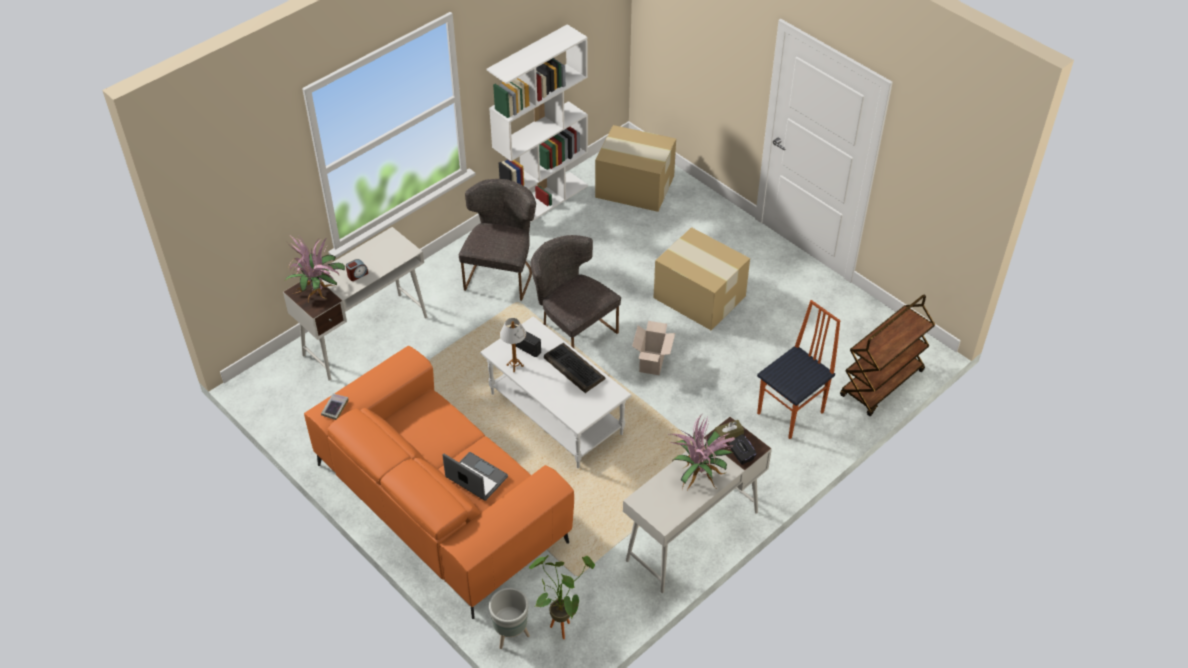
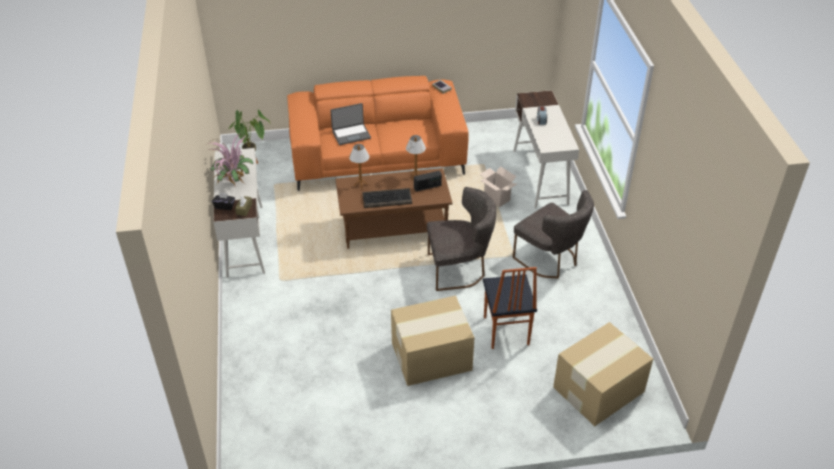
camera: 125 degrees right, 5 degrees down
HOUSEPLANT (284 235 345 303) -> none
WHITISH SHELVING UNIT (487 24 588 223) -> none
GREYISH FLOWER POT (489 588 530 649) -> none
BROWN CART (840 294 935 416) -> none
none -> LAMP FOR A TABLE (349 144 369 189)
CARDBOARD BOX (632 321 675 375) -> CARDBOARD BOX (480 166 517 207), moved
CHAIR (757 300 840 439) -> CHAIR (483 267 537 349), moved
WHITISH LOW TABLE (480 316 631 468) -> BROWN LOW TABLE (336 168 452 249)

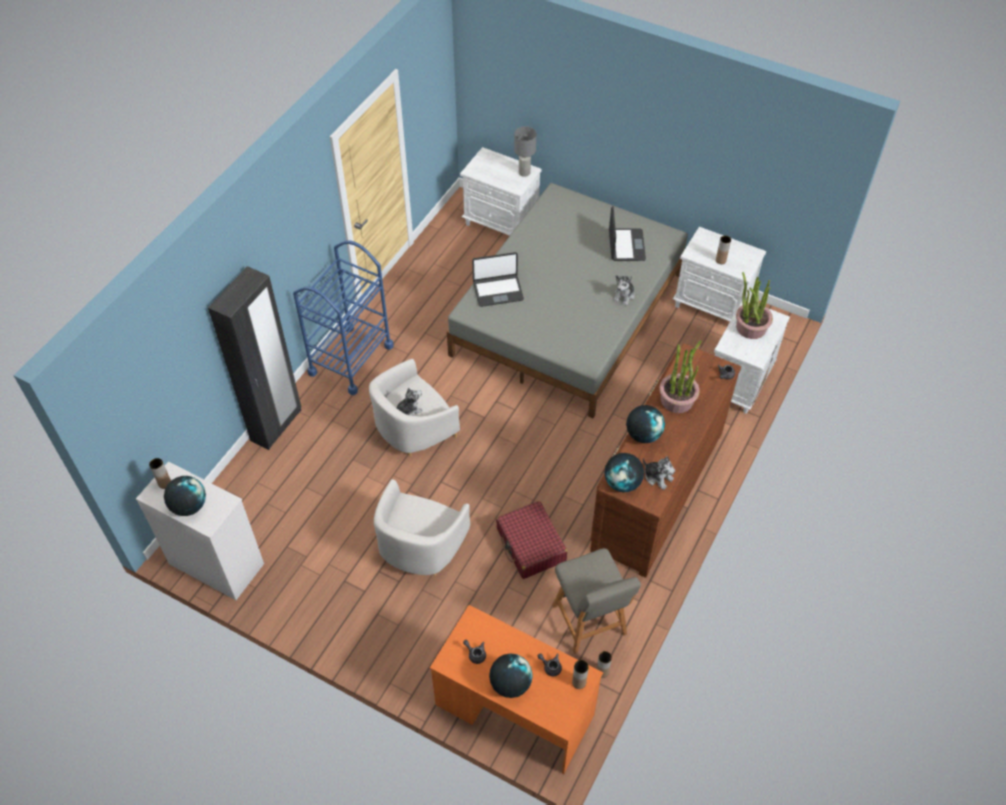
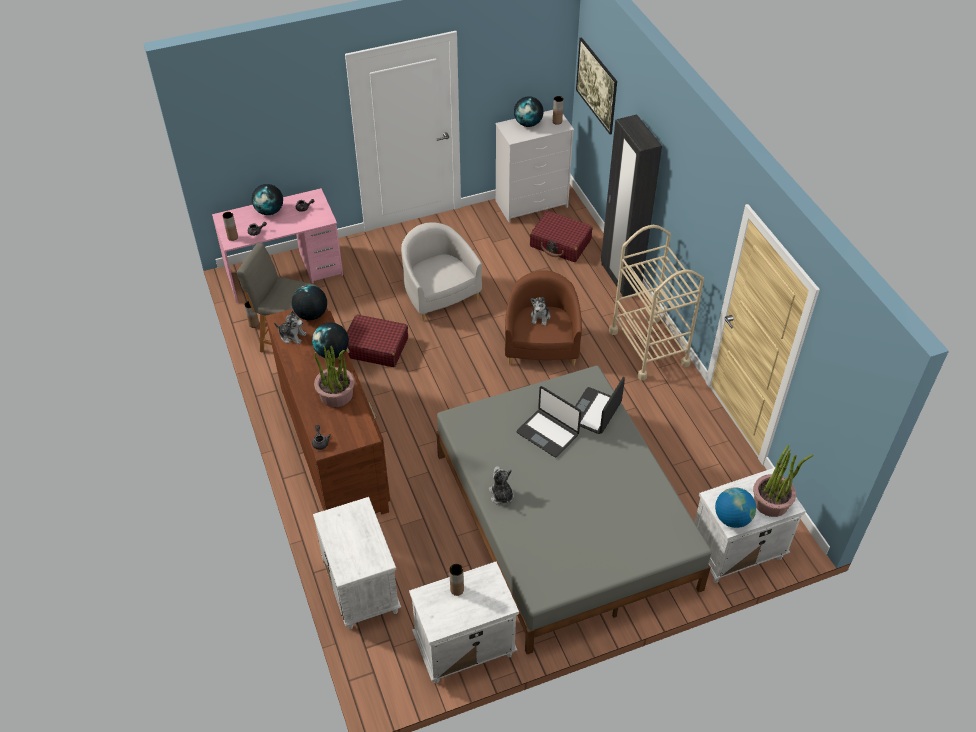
camera: 130 degrees right, 5 degrees down
none -> REDDISH TRAVEL CASE (530 211 593 262)
none -> WALL PICTURE (576 37 617 134)
PORTABLE COMPUTER (609 206 646 261) -> PORTABLE COMPUTER (516 386 581 457), moved
HOUSEPLANT (736 272 773 339) -> HOUSEPLANT (753 445 813 517), moved
GREYISH LAMP FOR A TABLE (514 126 536 177) -> WORLD GLOBE (715 487 756 528)
BLUISH CART (293 241 394 395) -> BEIGE-COLOURED CART (609 225 704 380)
WHITISH LOUNGE CHAIR (369 359 460 456) -> BROWN LOUNGE CHAIR (505 270 582 366)
ORANGE DESK TABLE (430 605 603 774) -> PINKISH DESK TABLE (212 188 343 303)
SOFT TOY (643 456 675 490) -> SOFT TOY (274 311 307 344), 150 degrees counterclockwise

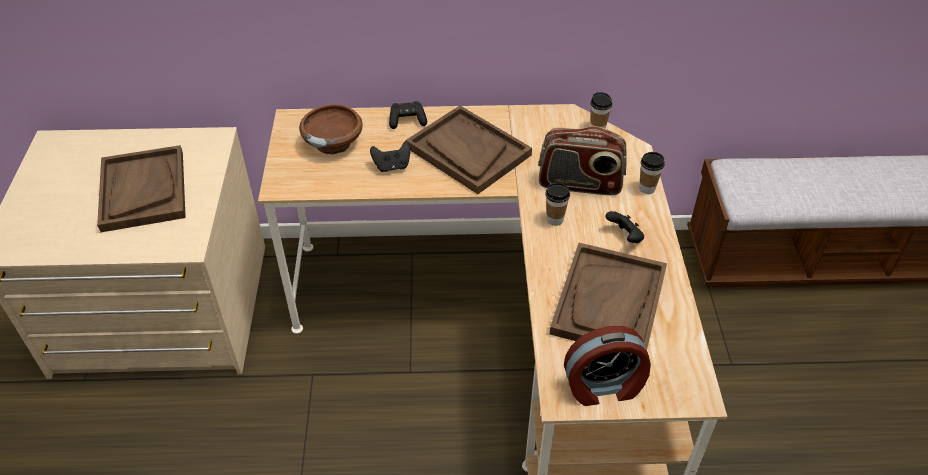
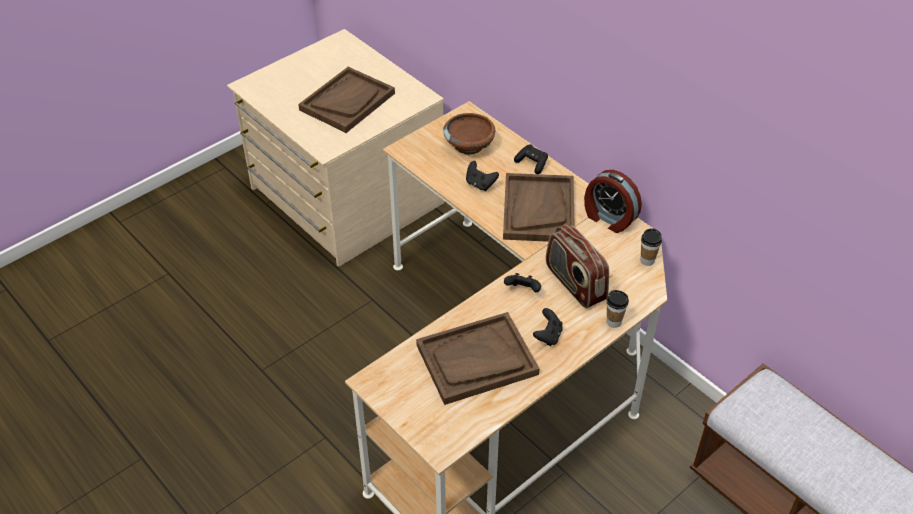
camera: 50 degrees right, 0 degrees up
BEDSIDE CLOCK (564 326 651 406) -> BEDSIDE CLOCK (584 170 642 233), moved
DRINKING CUP (546 182 570 226) -> BLACKISH GAME CONTROLLER (504 273 541 292)

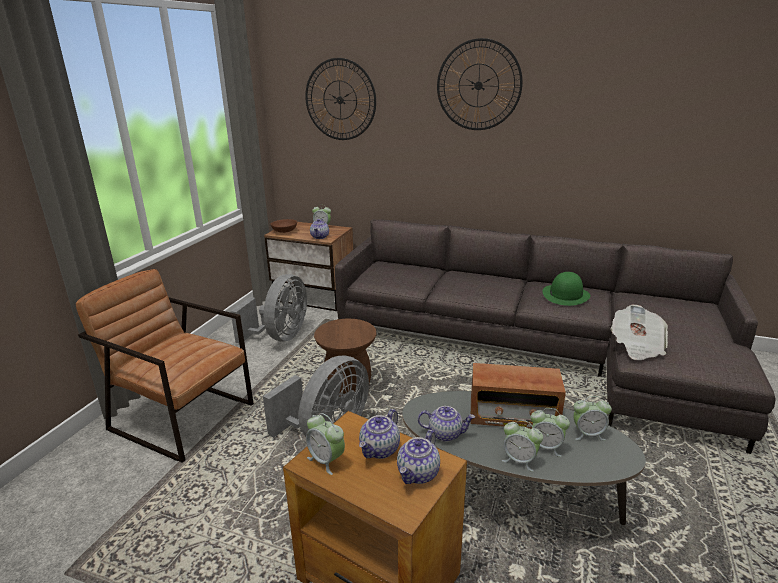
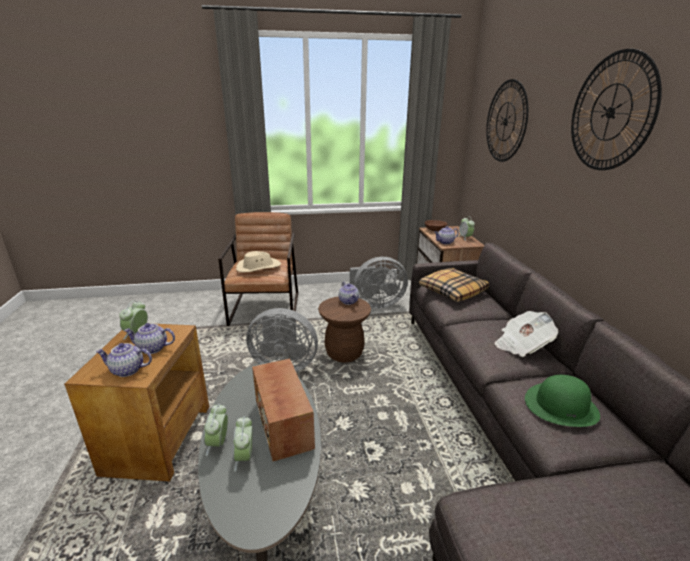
camera: 60 degrees right, 0 degrees up
BEDSIDE CLOCK (573 396 612 441) -> none
none -> BEIGE-COLOURED CLOTHING HAT (236 251 281 272)
none -> PILLOW (419 268 489 302)
TEA POT (418 406 475 442) -> TEA POT (339 282 359 305), moved
PRINTED PAPER (611 305 668 360) -> PRINTED PAPER (494 311 558 357), moved

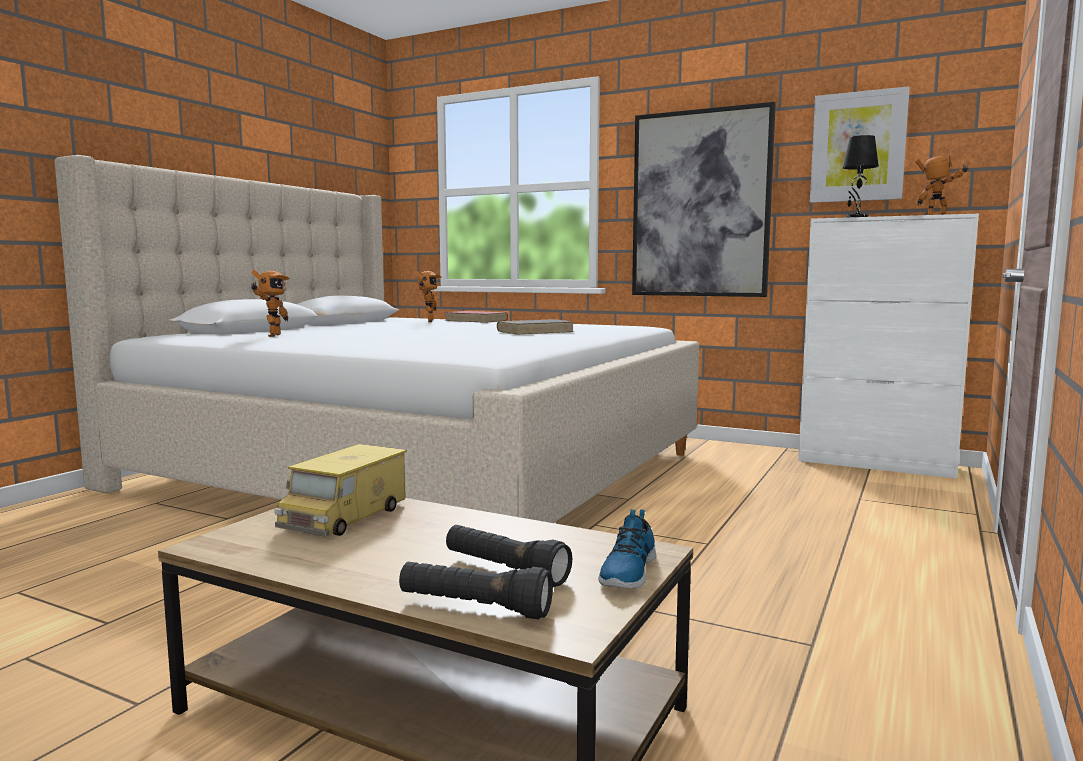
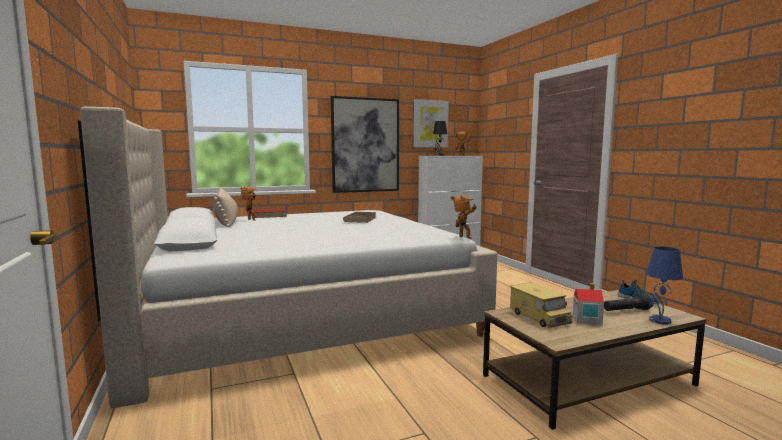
camera: 50 degrees left, 0 degrees up
none -> BEIGE-COLOURED PILLOW (213 188 238 227)
none -> MODEL HOUSE (573 283 604 325)
TOY ROBOT (251 269 290 337) -> TOY ROBOT (451 196 476 239), moved
BLACKISH FLASHLIGHT (399 562 553 620) -> BLUISH LAMP FOR A TABLE (646 247 683 325)

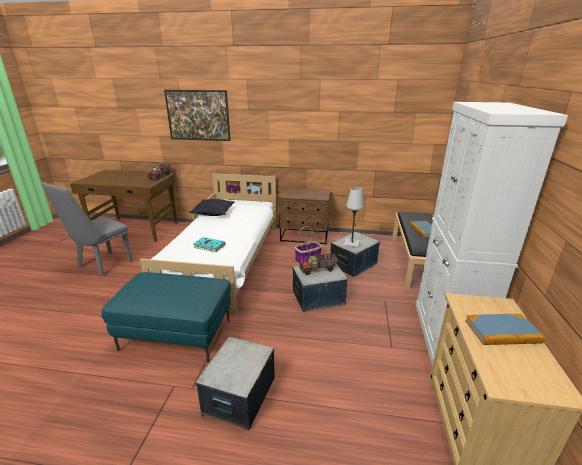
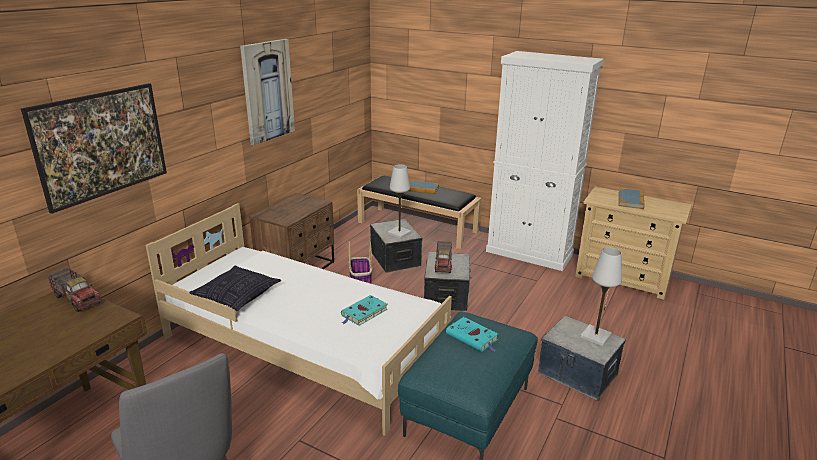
camera: 70 degrees left, 0 degrees up
none -> WALL PICTURE (240 39 295 145)
none -> TURQUOISE BOUND BOOK (446 317 498 352)
none -> WHITISH LAMP FOR A TABLE (580 247 622 346)

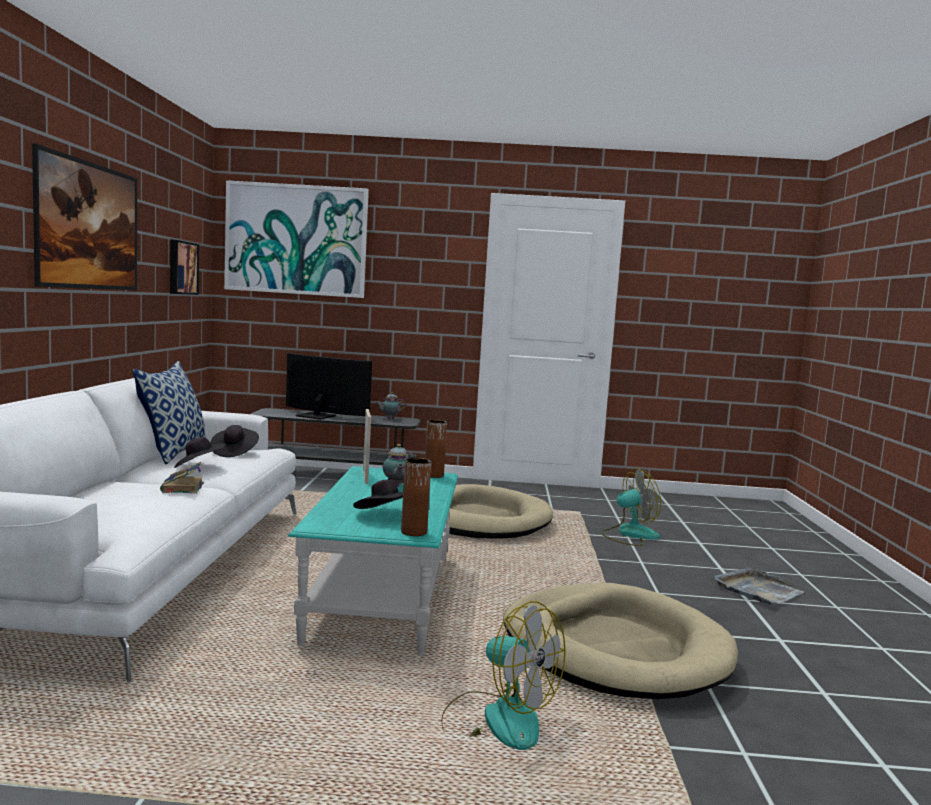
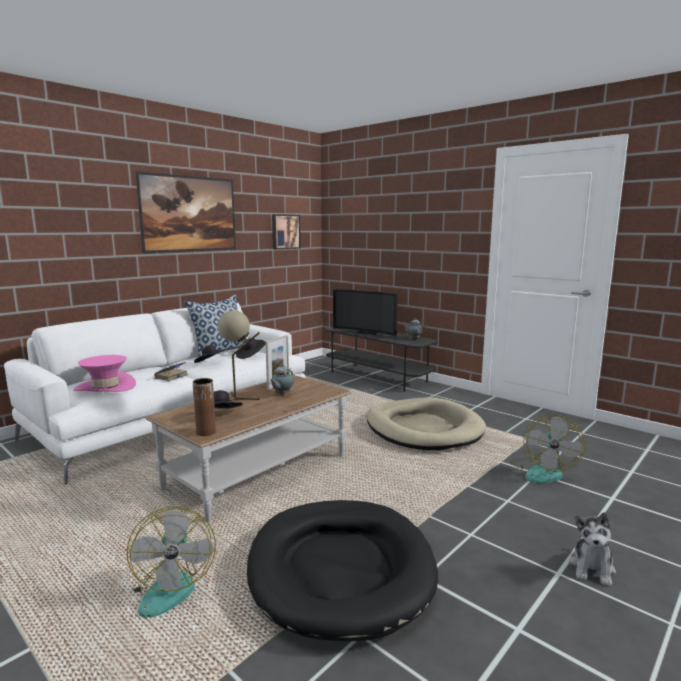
camera: 40 degrees right, 5 degrees up
WALL PICTURE (224 180 369 298) -> none
BROWN VASE (425 420 447 478) -> none
none -> PINKISH CLOTHING HAT (73 355 136 392)
none -> BEIGE-COLOURED LAMP FOR A TABLE (218 310 260 401)
GREYISH TRAY (714 568 804 605) -> SOFT TOY (569 512 616 586)
TURQUOISE LOW TABLE (288 466 458 655) -> BROWN LOW TABLE (146 375 352 522)
BEIGE-COLOURED DOG BED (503 583 738 699) -> BLACKISH DOG BED (247 500 438 642)
TV (286 353 372 420) -> TV (333 289 398 336), 150 degrees clockwise
FAN (601 468 661 546) -> FAN (510 415 585 483), 90 degrees clockwise

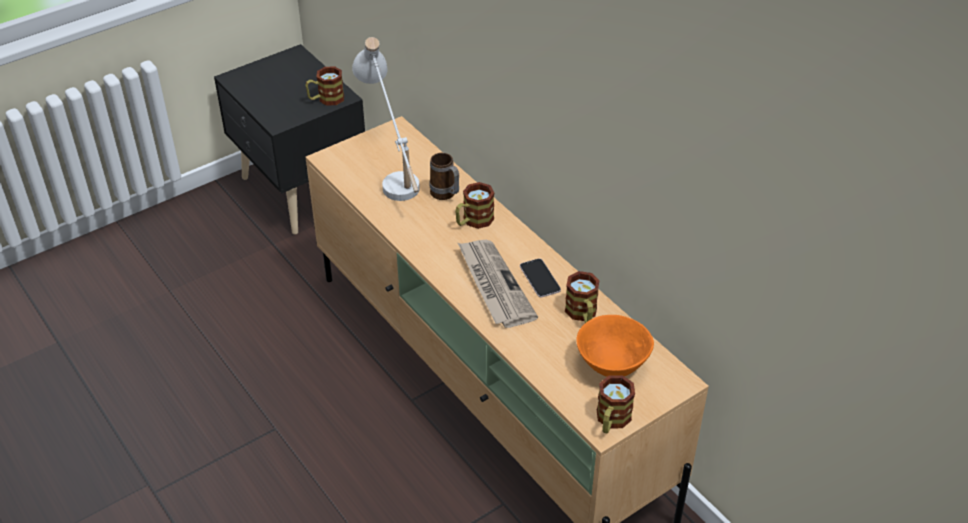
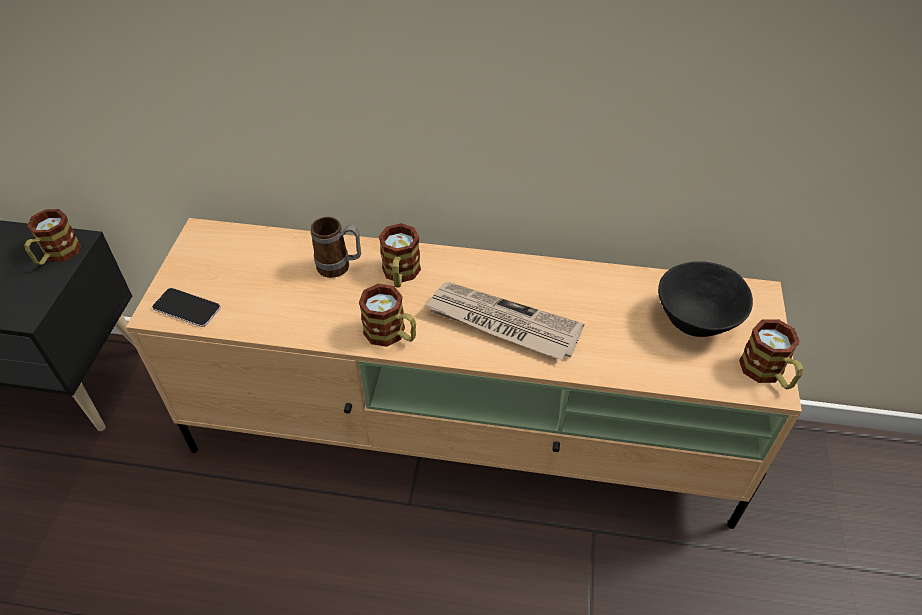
camera: 45 degrees left, 5 degrees up
WHITISH LAMP FOR A TABLE (352 37 420 201) -> none
TELEPHONE (520 258 561 297) -> TELEPHONE (152 288 221 327), moved
TEA MUG (565 271 600 323) -> TEA MUG (359 284 416 347), moved
ORANGE BOWL (576 315 654 377) -> BLACKISH BOWL (658 261 753 337)

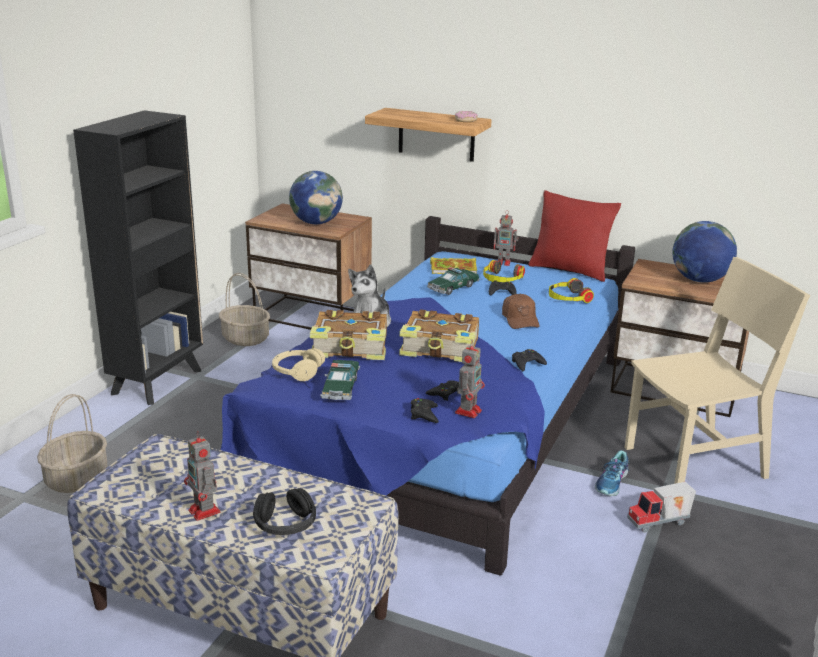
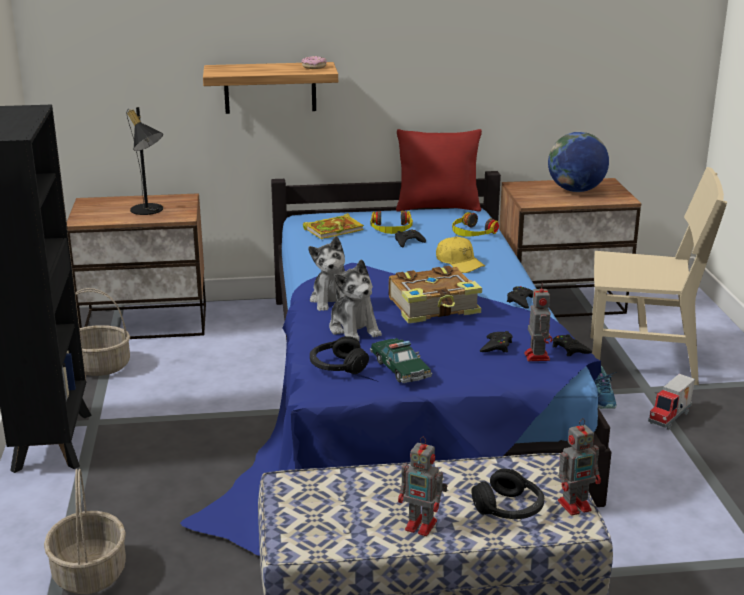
camera: 30 degrees left, 0 degrees up
MINIATURE CAR (427 267 480 295) -> none
BLACKISH GAME CONTROLLER (411 398 439 423) -> BLACKISH GAME CONTROLLER (552 335 592 356), moved
TOY ROBOT (493 210 519 266) -> TOY ROBOT (558 418 601 516), moved
WORLD GLOBE (289 171 343 224) -> BLACKISH LAMP FOR A TABLE (127 107 163 215)
BOUND BOOK (310 310 387 360) -> SOFT TOY (329 259 382 341)
BEIGE-COLOURED HEADSET (272 348 325 381) -> BLACKISH HEADSET (310 336 369 374)
BROWN BASEBALL CAP (502 294 540 329) -> YELLOW BASEBALL CAP (436 236 485 273)
BEIGE-COLOURED CHAIR (625 257 810 484) -> BEIGE-COLOURED CHAIR (590 167 727 385), 60 degrees clockwise

